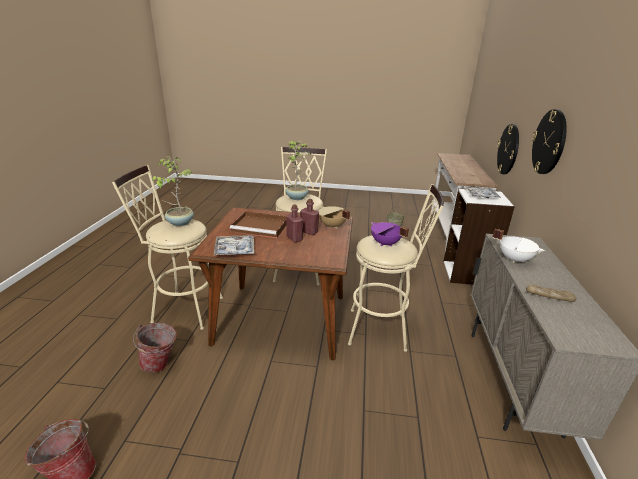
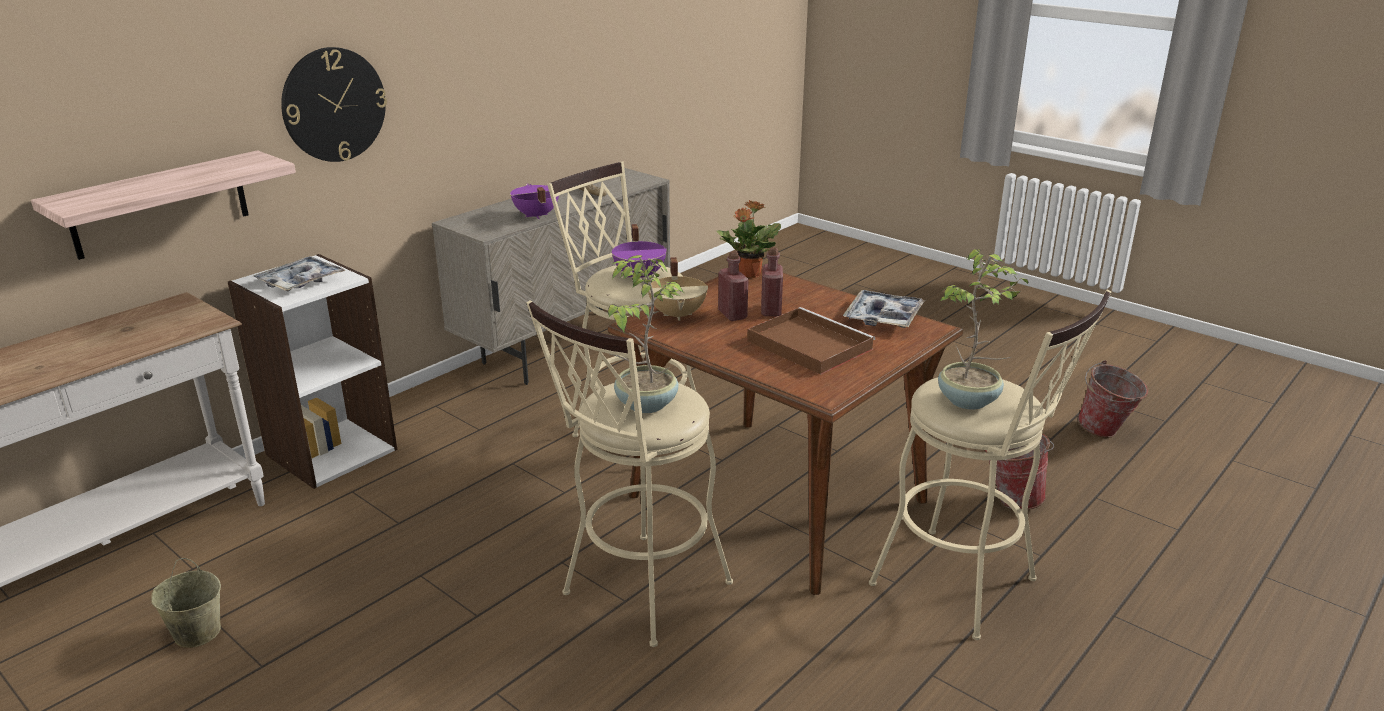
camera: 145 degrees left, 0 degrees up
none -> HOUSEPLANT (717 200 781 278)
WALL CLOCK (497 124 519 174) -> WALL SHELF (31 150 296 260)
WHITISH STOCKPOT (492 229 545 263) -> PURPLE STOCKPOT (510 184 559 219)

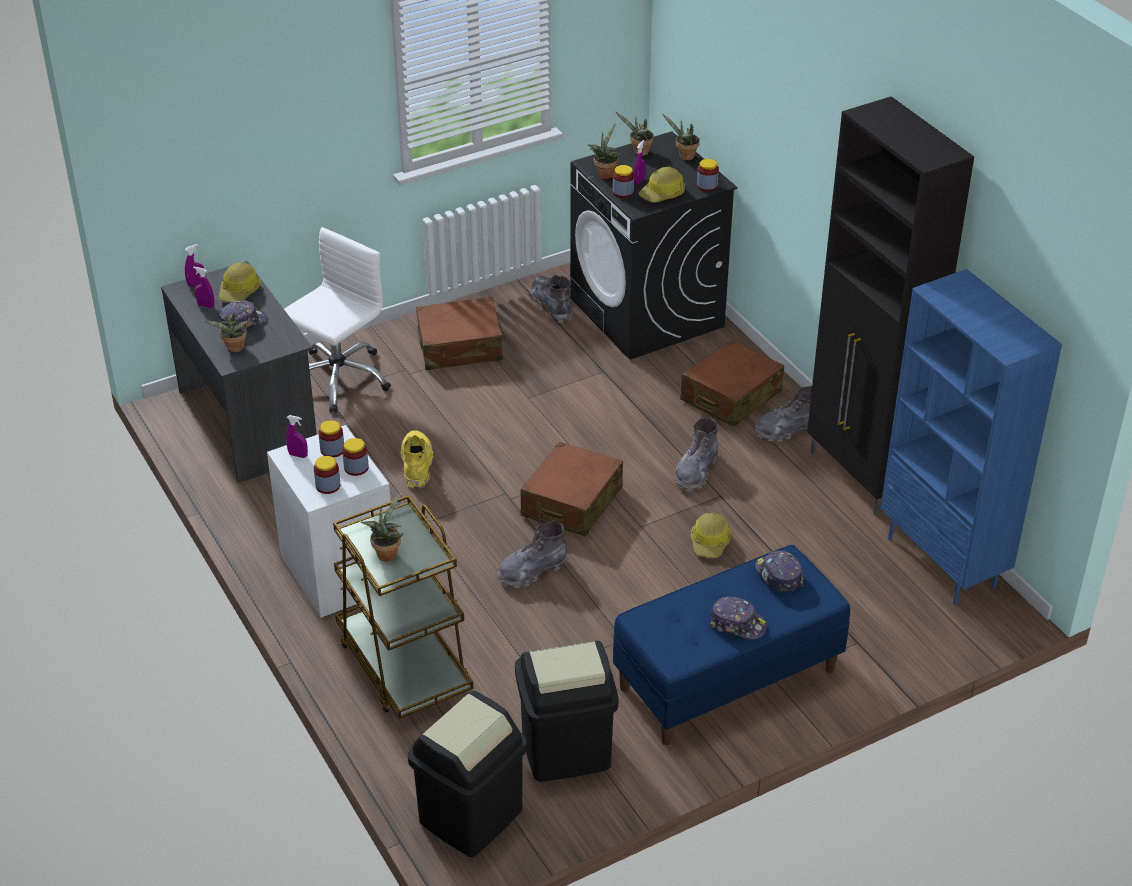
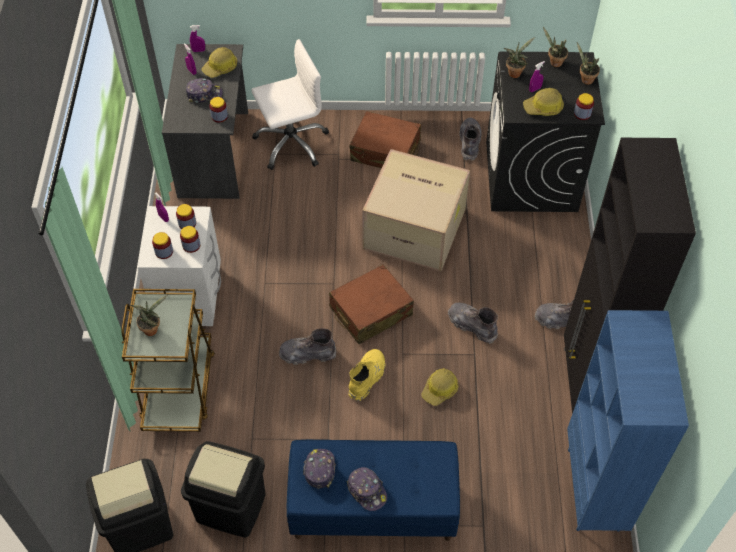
camera: 30 degrees right, 15 degrees up
HOUSEPLANT (205 312 249 352) -> none
BROWN TRAVEL CASE (680 340 784 427) -> none
none -> CARDBOARD BOX (362 149 470 271)
YELLOW TALL BOOT (401 430 433 489) -> YELLOW TALL BOOT (349 349 386 401), moved
STORAGE JAR (613 165 634 198) -> STORAGE JAR (209 97 228 123), moved
BASEBALL CAP (755 551 804 592) -> BASEBALL CAP (303 449 336 489), moved
GREYISH TALL BOOT (675 418 719 492) -> GREYISH TALL BOOT (448 303 498 344), 75 degrees clockwise

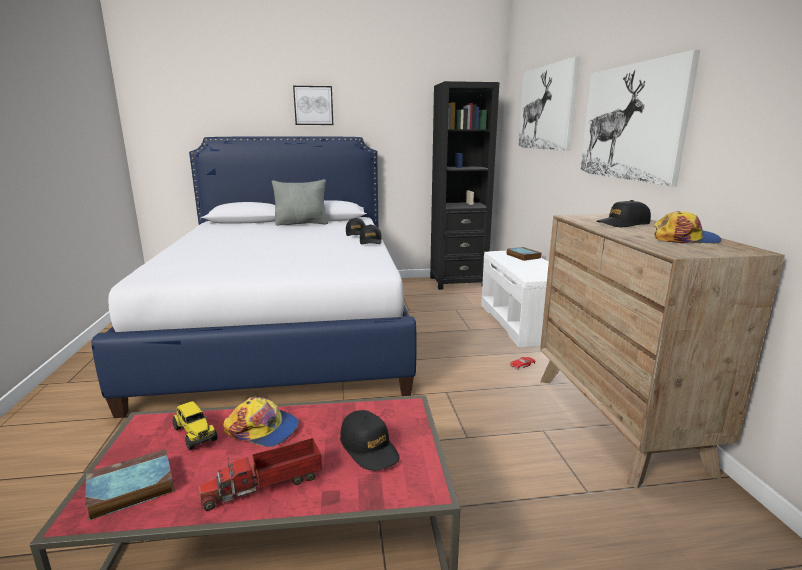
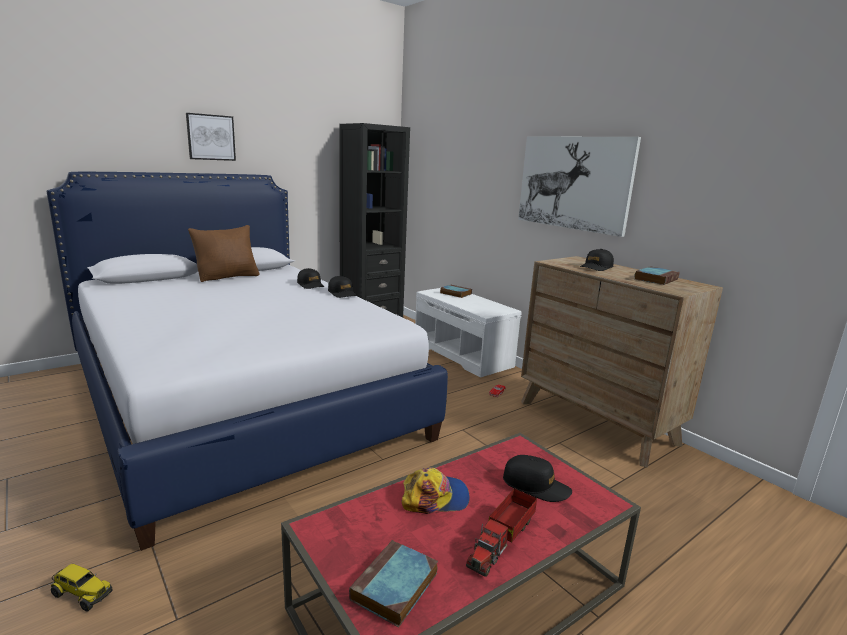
camera: 30 degrees left, 0 degrees up
WALL PICTURE (518 56 580 151) -> none
TOY LORRY (172 401 218 450) -> TOY LORRY (51 564 113 612), moved
BASEBALL CAP (654 211 721 244) -> BOUND BOOK (635 266 680 285)
GREYISH PILLOW (272 179 328 226) -> BROWN PILLOW (188 225 260 282)

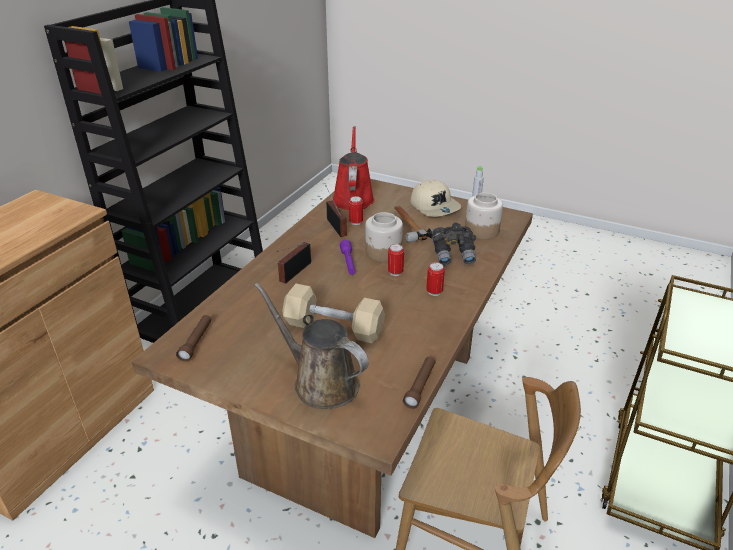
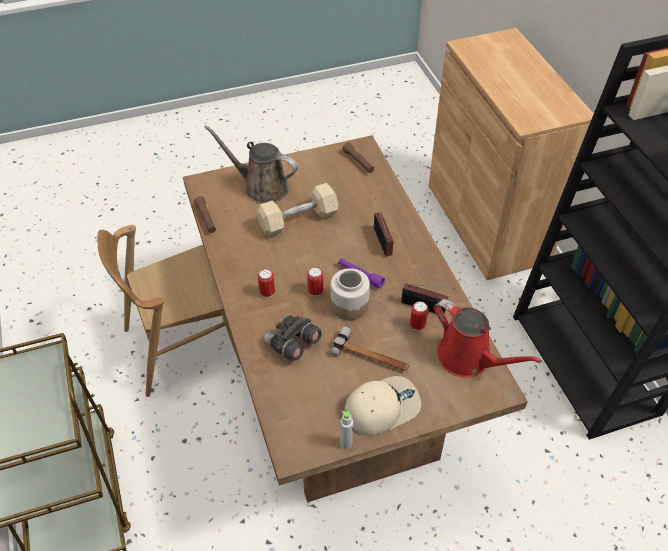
camera: 135 degrees right, 15 degrees up
STORAGE JAR (465 193 503 240) -> none
BROWN WATERING CAN (254 283 369 409) -> BROWN WATERING CAN (204 125 298 203), 150 degrees counterclockwise
BEIGE-COLOURED BASEBALL CAP (411 180 461 217) -> BEIGE-COLOURED BASEBALL CAP (344 376 421 436), 135 degrees clockwise

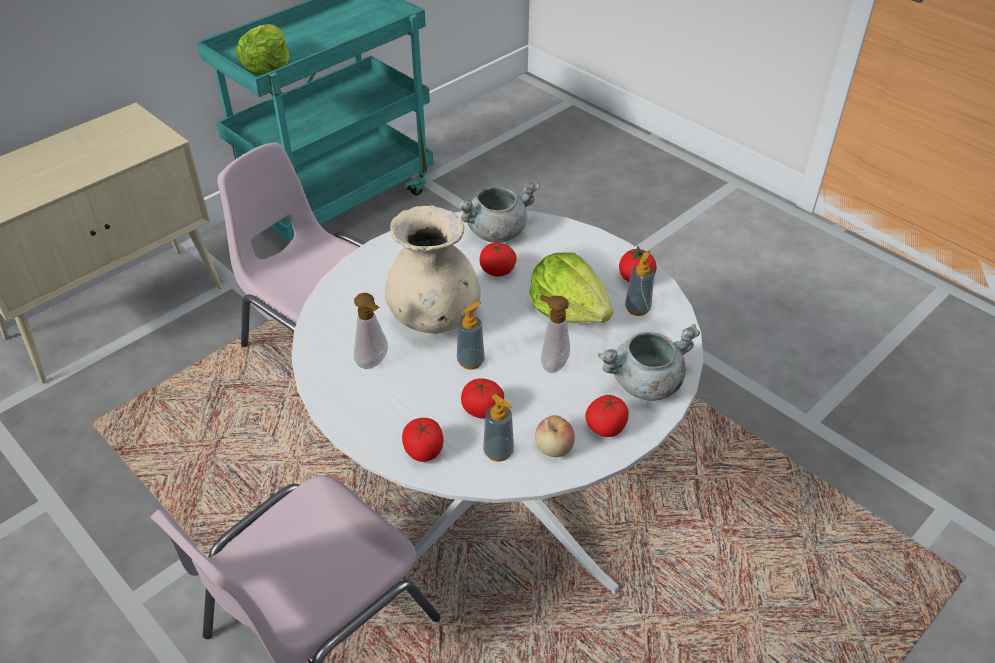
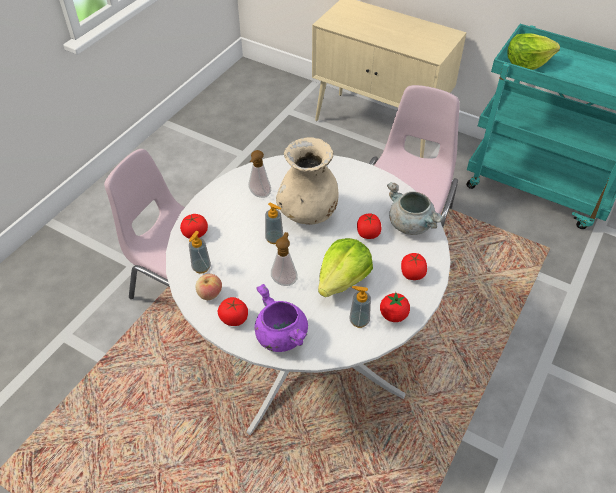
camera: 75 degrees right, 5 degrees up
WHOLE TOMATO (461 379 504 418) -> WHOLE TOMATO (401 253 427 280), moved
GREYISH STOCKPOT (598 324 700 401) -> PURPLE STOCKPOT (255 284 308 352)

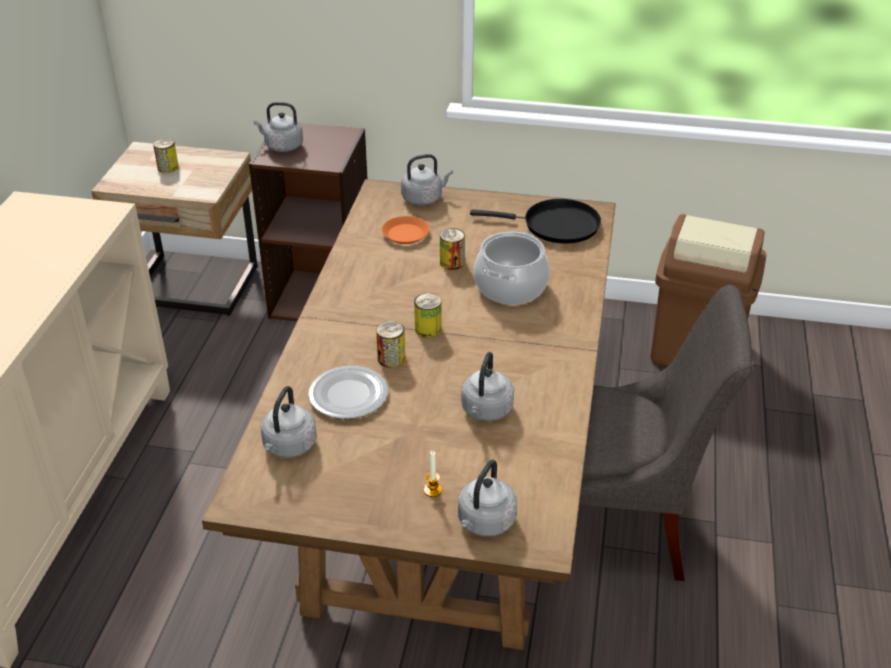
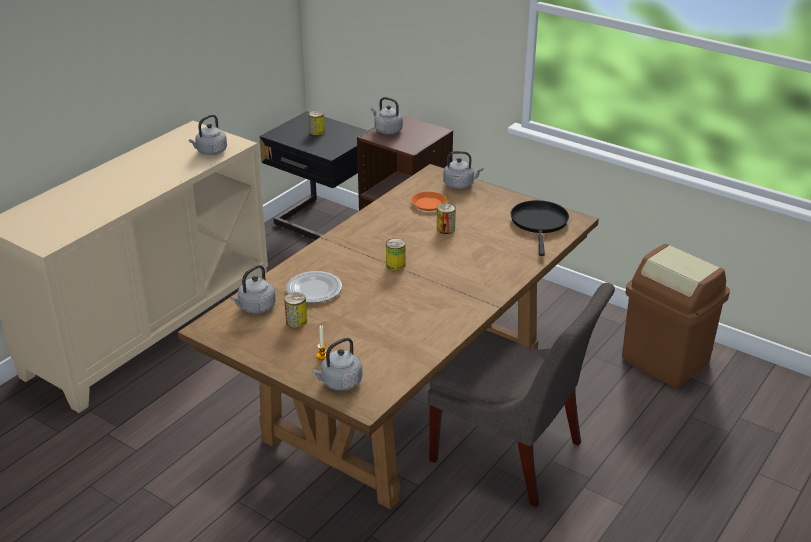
camera: 25 degrees right, 5 degrees down
STOCKPOT (474 232 550 305) -> none
METAL CAN (376 321 405 367) -> METAL CAN (284 292 307 328), moved
GREYISH TEA KETTLE (461 352 514 421) -> GREYISH TEA KETTLE (189 114 227 155), moved
BEIGE-COLOURED NIGHTSTAND (91 142 258 316) -> BLACKISH NIGHTSTAND (259 111 368 240)
BLACKISH FRYING PAN (470 199 601 244) -> BLACKISH FRYING PAN (510 200 569 256), 120 degrees counterclockwise

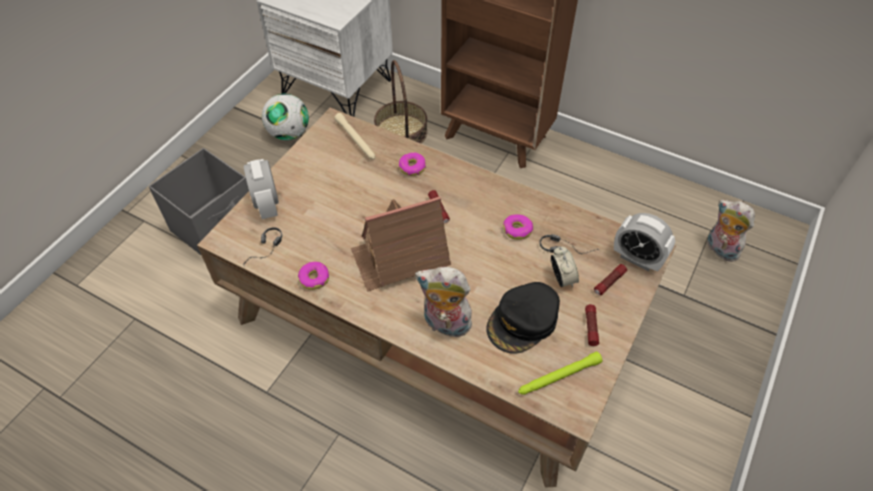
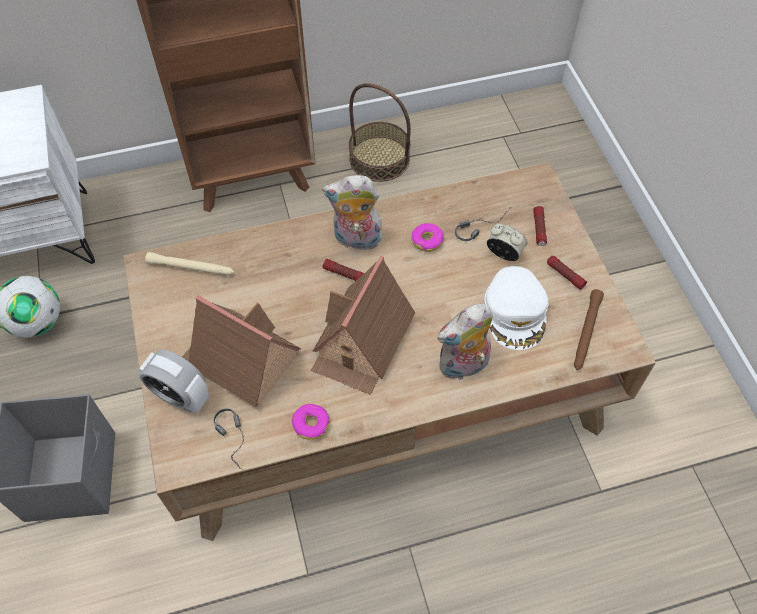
camera: 45 degrees left, 5 degrees up
DOUGHNUT (399 152 426 176) -> none
BEDSIDE CLOCK (614 213 675 271) -> none
none -> MODEL HOUSE (182 295 301 407)
HOUSEHOLD BASKET (374 60 427 143) -> HOUSEHOLD BASKET (349 83 411 182), moved
SOFT TOY (707 200 755 262) -> SOFT TOY (322 175 383 250), moved
BLACKISH BASEBALL CAP (486 282 560 354) -> WHITISH BASEBALL CAP (484 266 548 350)
GREEN FLASHLIGHT (518 352 602 395) -> BROWN FLASHLIGHT (574 289 604 370)

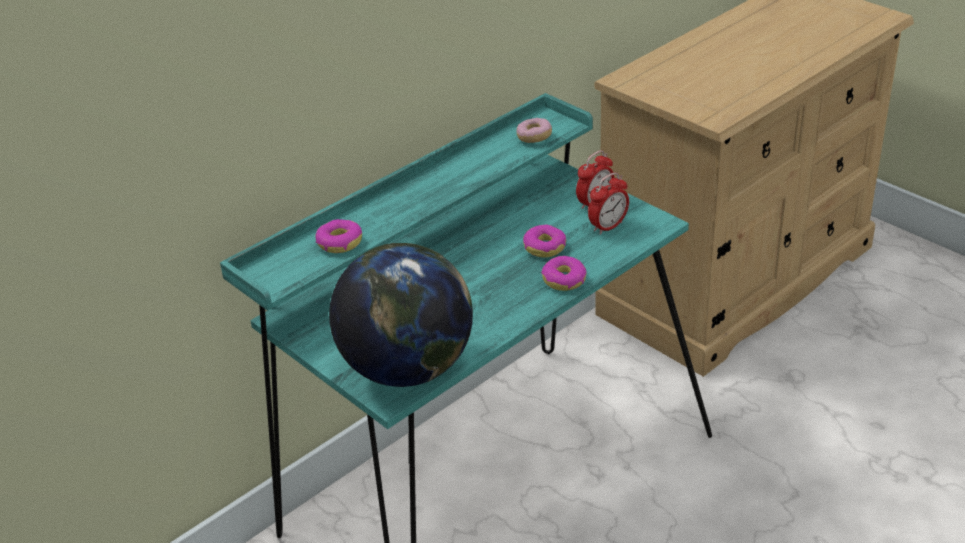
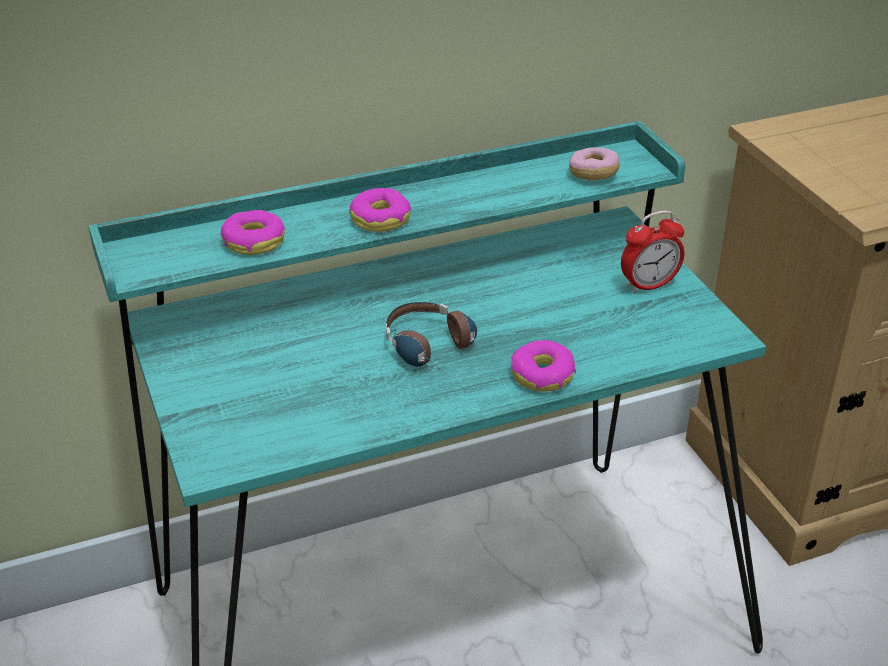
camera: 20 degrees right, 0 degrees up
WORLD GLOBE (329 243 473 387) -> none
BEDSIDE CLOCK (588 173 629 235) -> none
none -> HEADSET (386 302 477 376)
DOUGHNUT (523 225 566 257) -> DOUGHNUT (349 188 411 232), moved

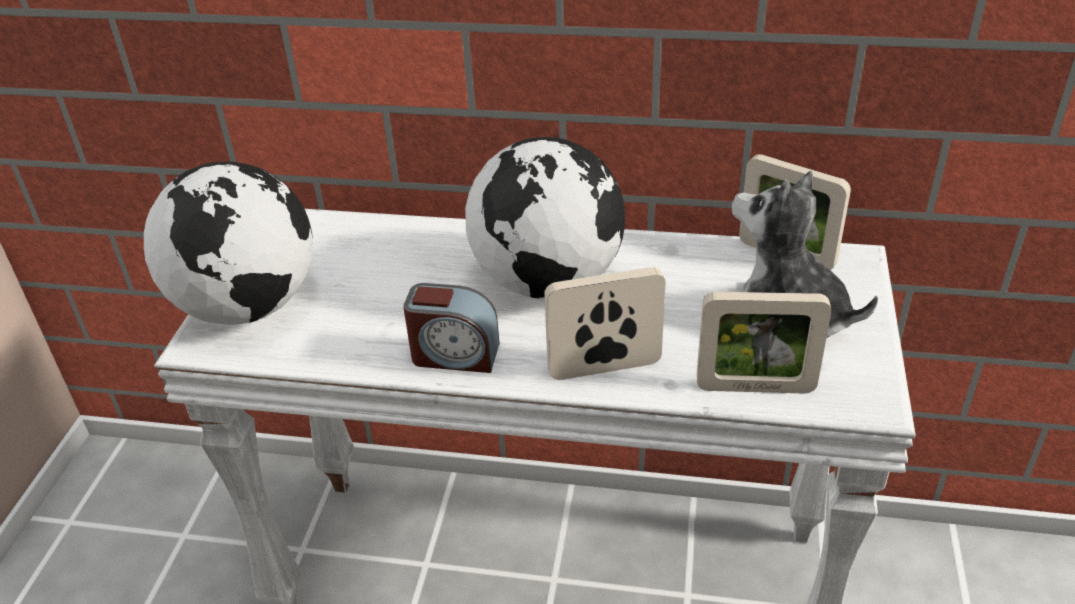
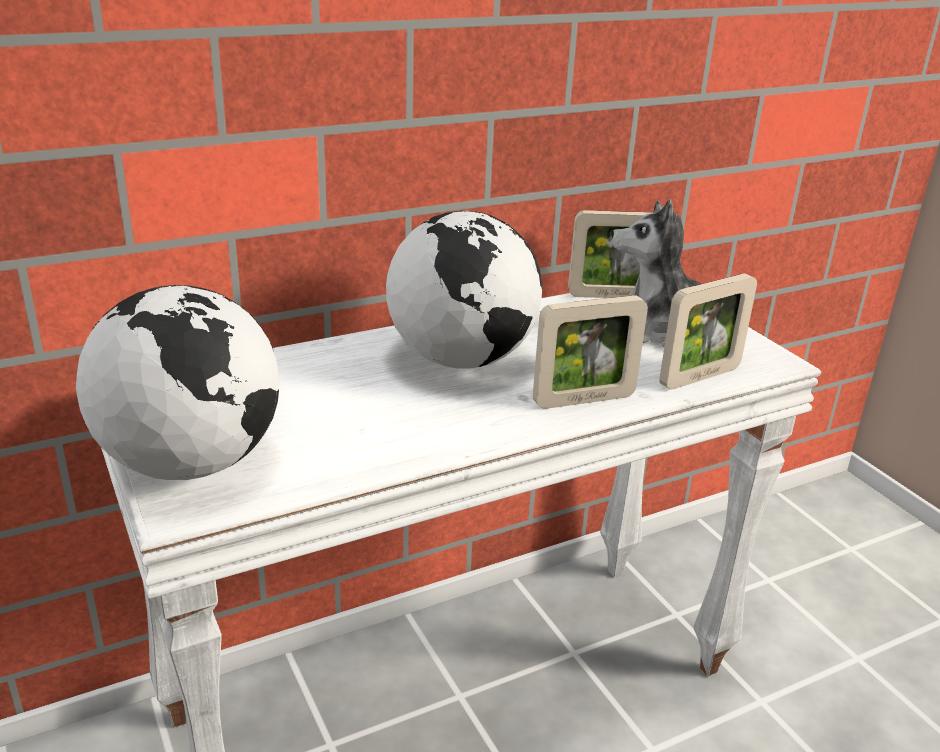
camera: 40 degrees left, 10 degrees down
BEDSIDE CLOCK (403 283 500 373) -> none
PHOTO FRAME (544 267 665 380) -> PHOTO FRAME (533 295 648 409), 150 degrees counterclockwise

